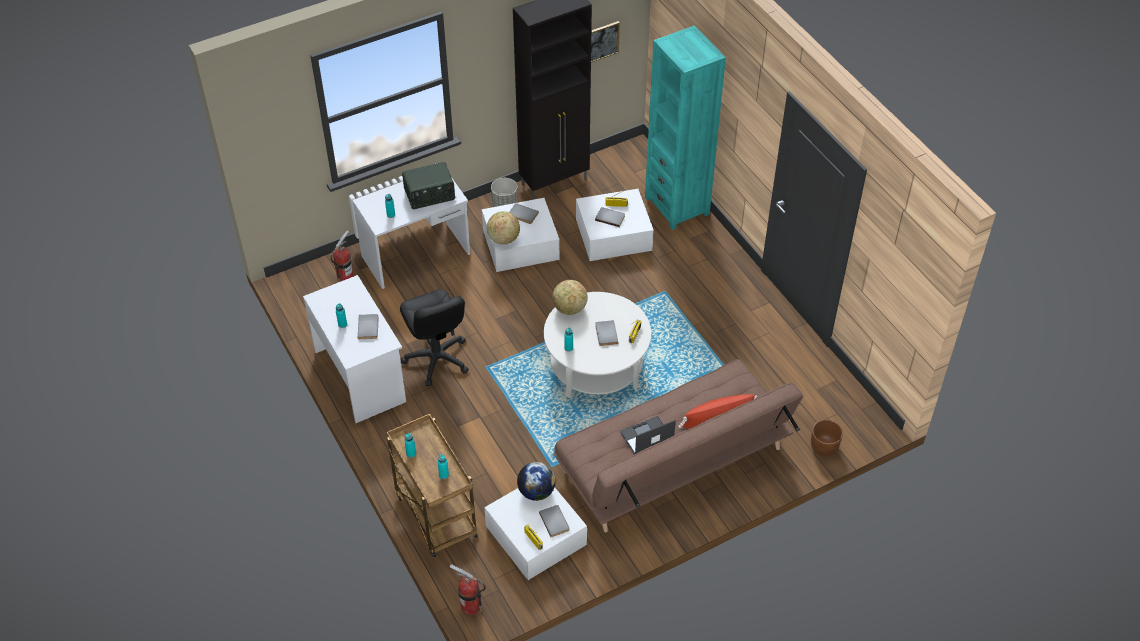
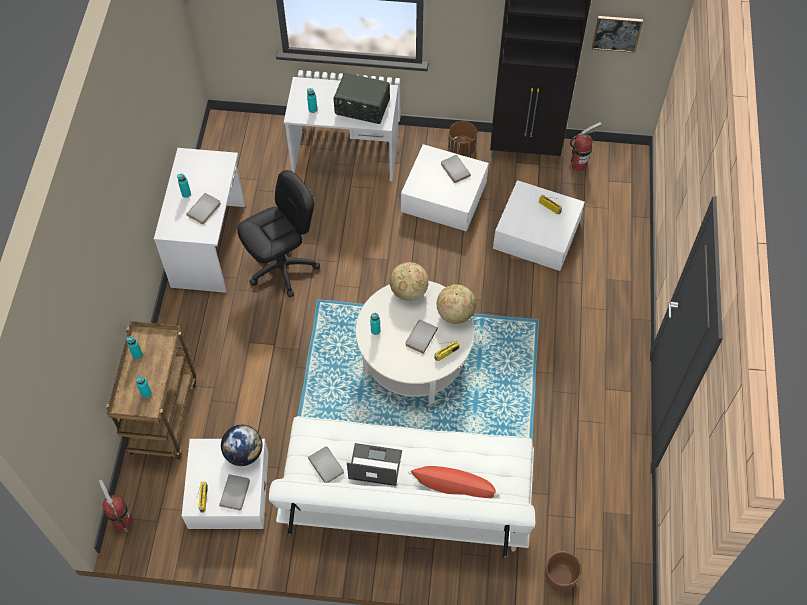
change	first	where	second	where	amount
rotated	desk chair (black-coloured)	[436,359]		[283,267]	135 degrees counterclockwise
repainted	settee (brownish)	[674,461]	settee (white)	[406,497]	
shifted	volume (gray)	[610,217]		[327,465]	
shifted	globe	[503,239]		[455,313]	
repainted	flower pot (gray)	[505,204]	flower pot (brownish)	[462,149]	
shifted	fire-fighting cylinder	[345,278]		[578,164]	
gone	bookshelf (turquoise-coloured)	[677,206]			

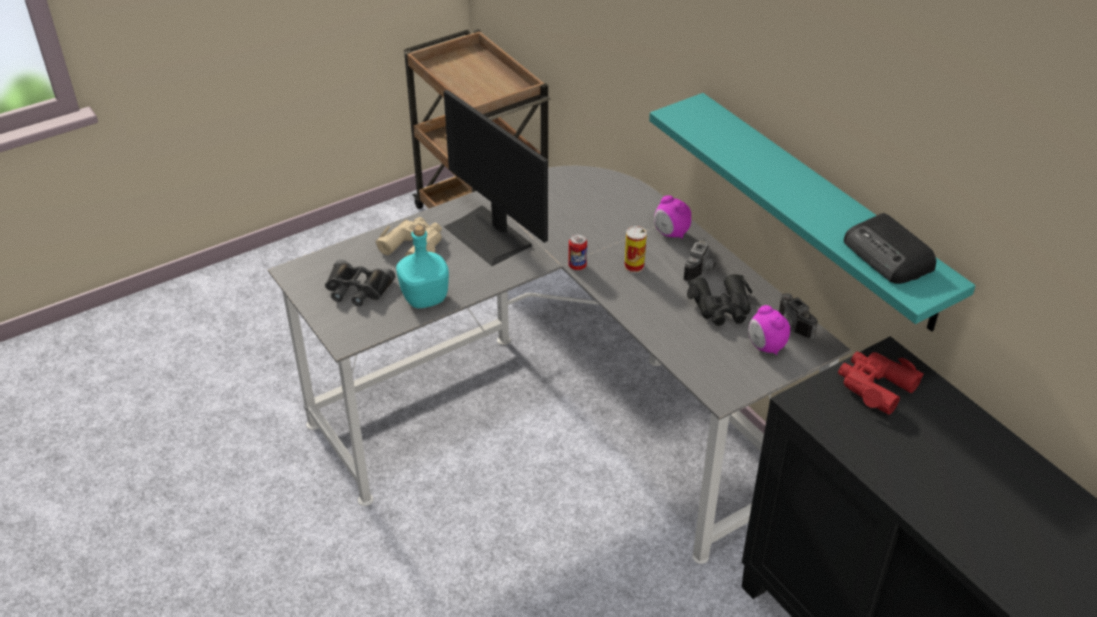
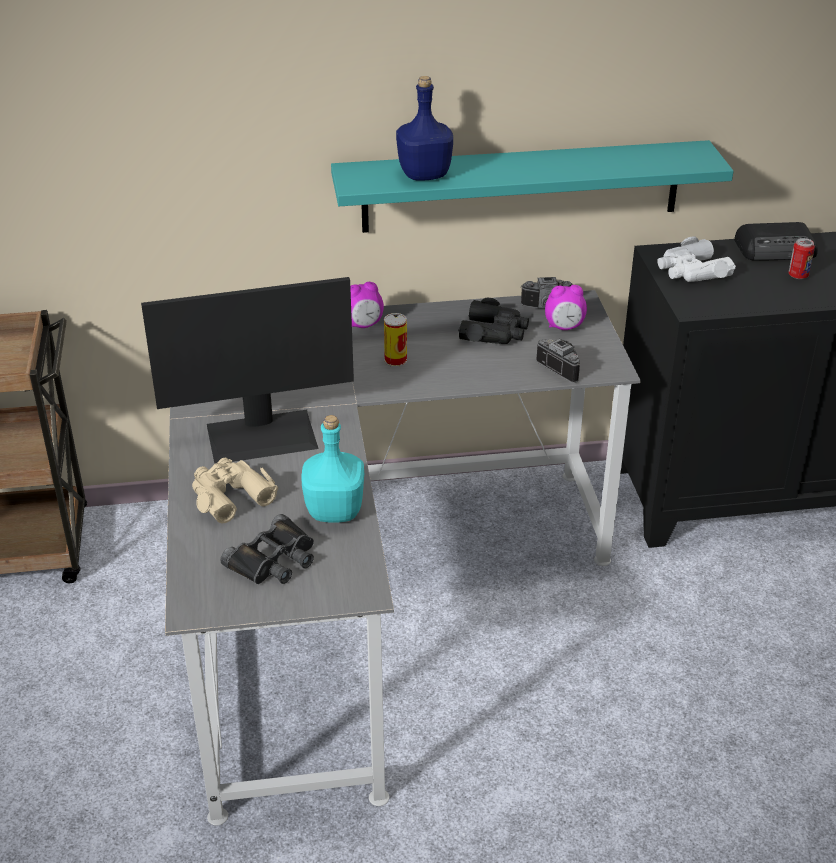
change	first	where	second	where	amount
new			drink bottle (bluish)	[425,174]	
shifted	photo camera	[701,270]		[563,368]	
repainted	field glasses (red)	[875,386]	field glasses (white)	[692,271]	
shifted	radio	[888,256]		[776,249]	
shifted	can	[577,266]		[798,275]	

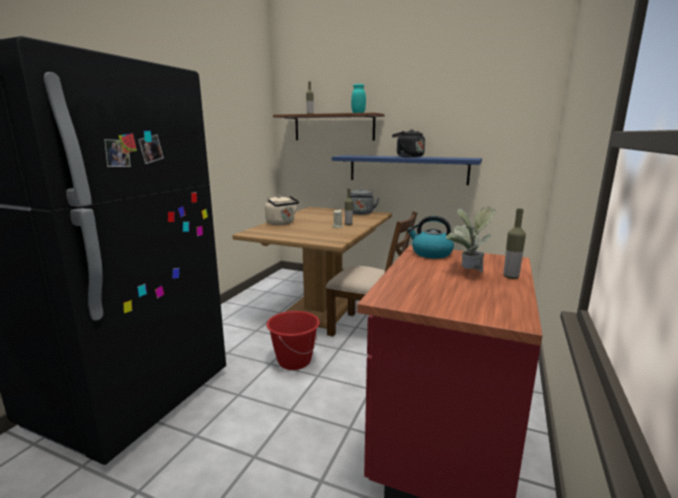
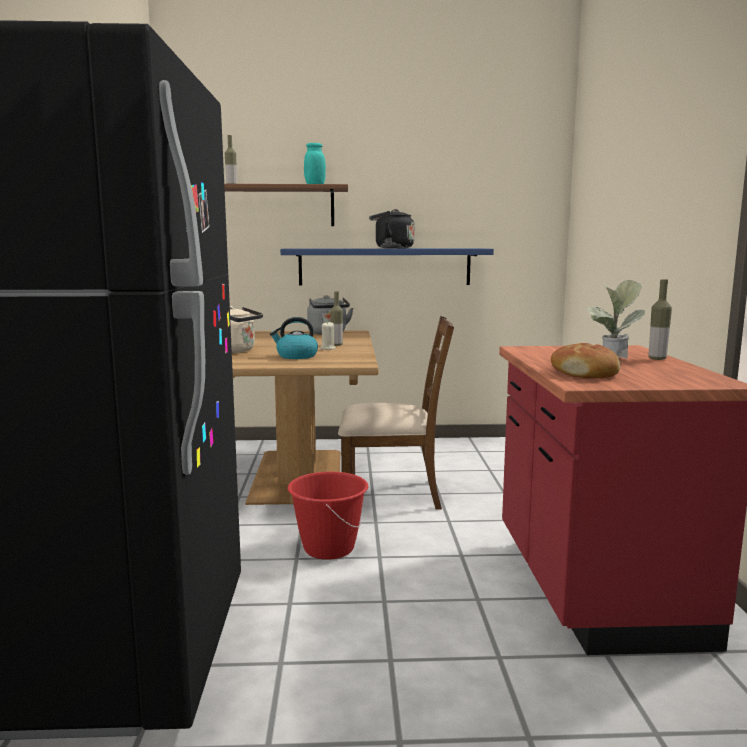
change	first	where	second	where	amount
shifted	kettle	[431,253]		[296,356]	
new			bakery bread	[585,373]	

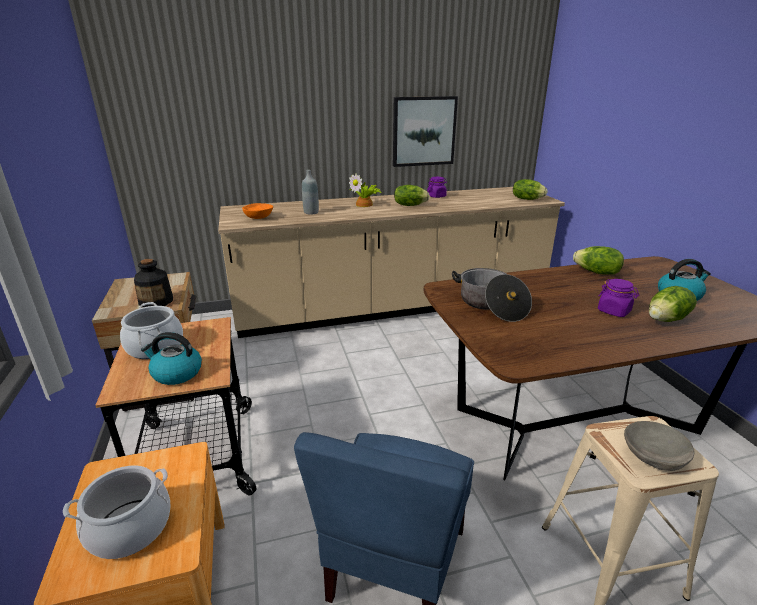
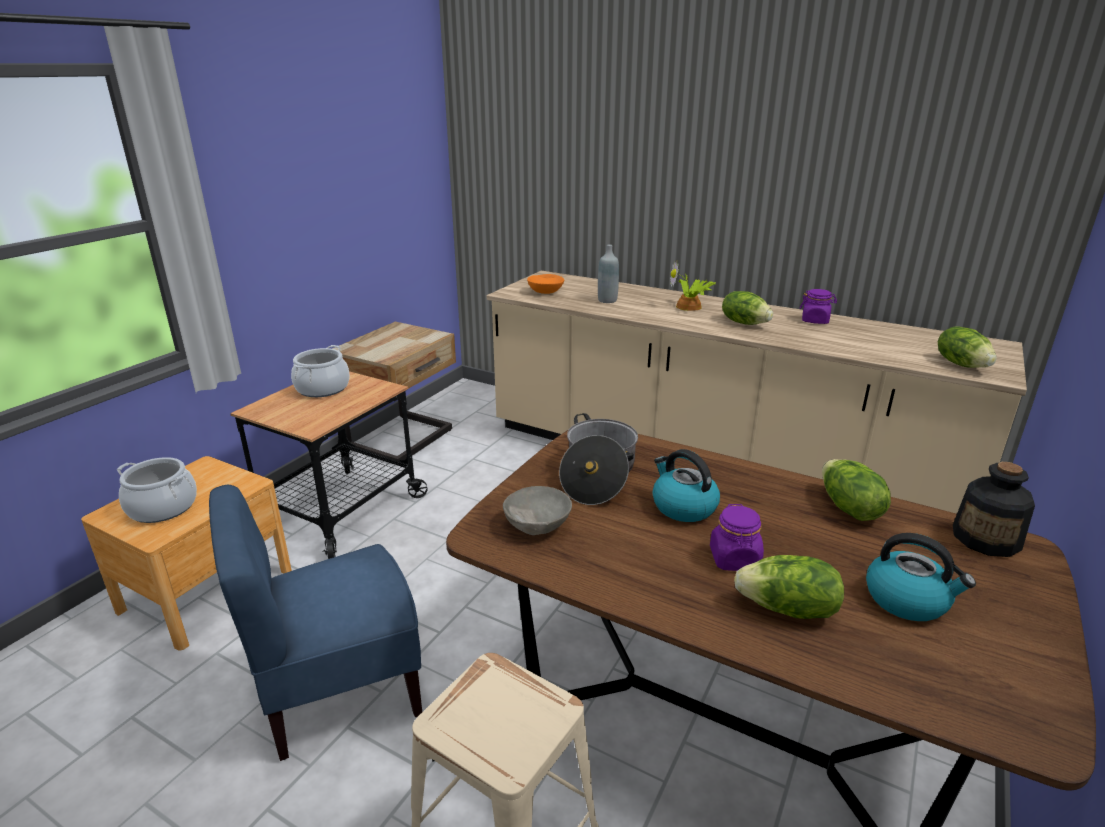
change	first	where	second	where	amount
shifted	deep dish (gray)	[653,458]		[538,525]	
shifted	kettle	[176,373]		[683,506]	
shifted	drink bottle	[156,301]		[986,539]	
gone	wall picture	[423,131]			

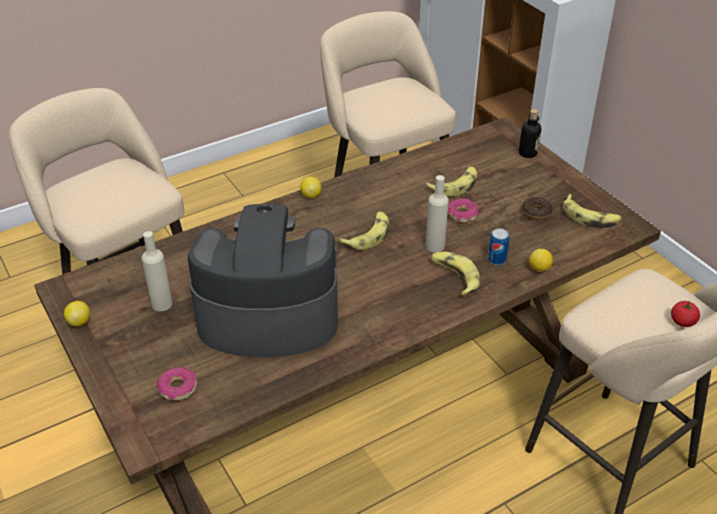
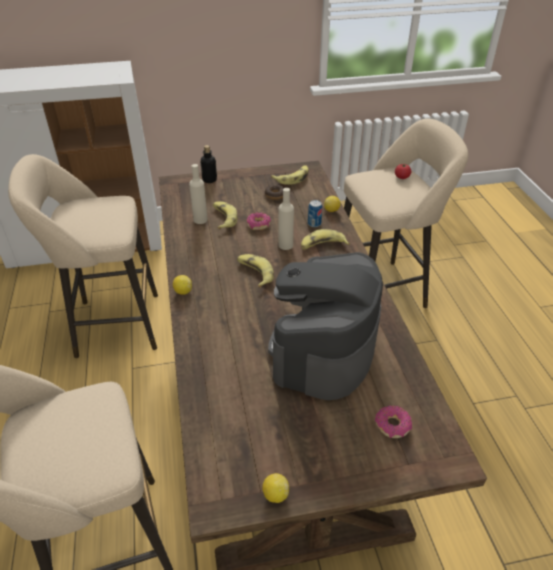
change	first	where	second	where	amount
shifted	drink bottle (sand-coloured)	[162,304]		[200,220]	

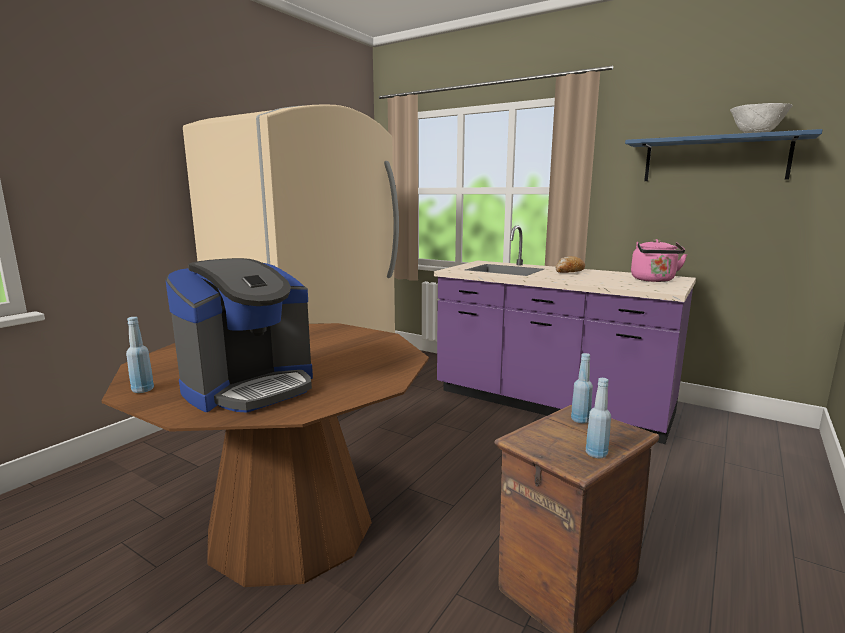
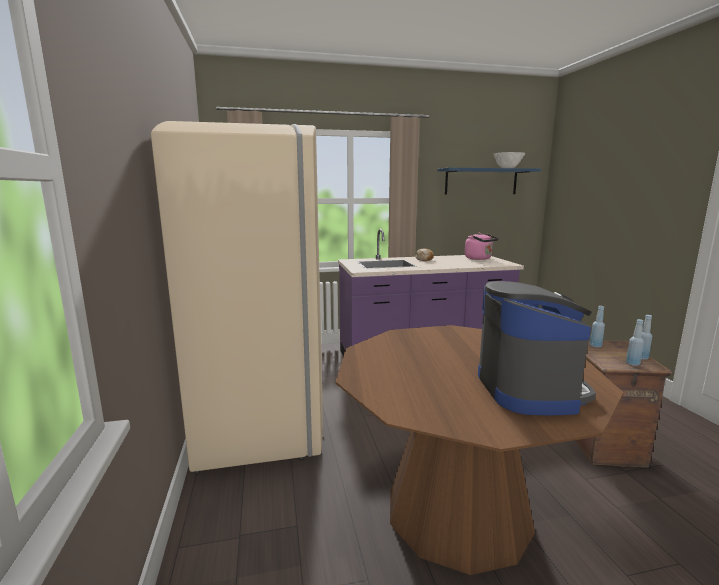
change	first	where	second	where	amount
shifted	drink bottle (bluish)	[143,390]		[632,364]	

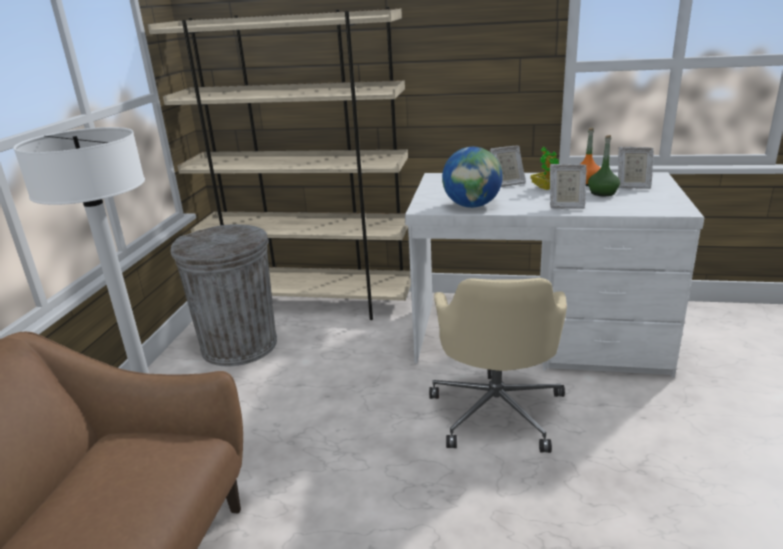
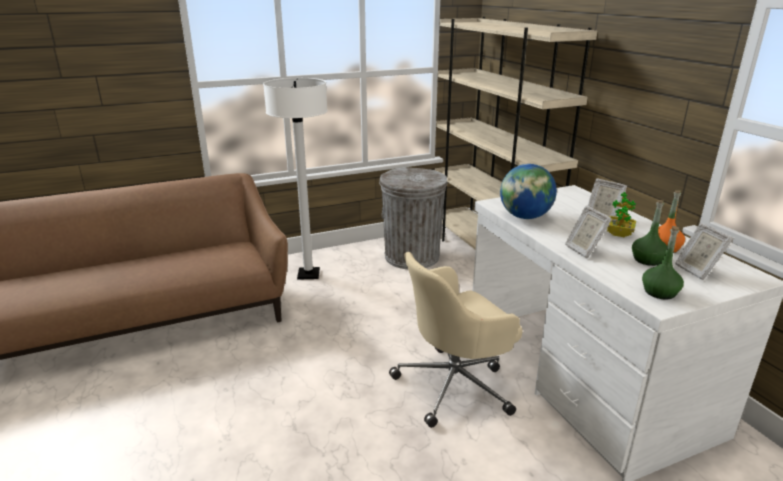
change	first	where	second	where	amount
new			drink bottle (green)	[660,292]	

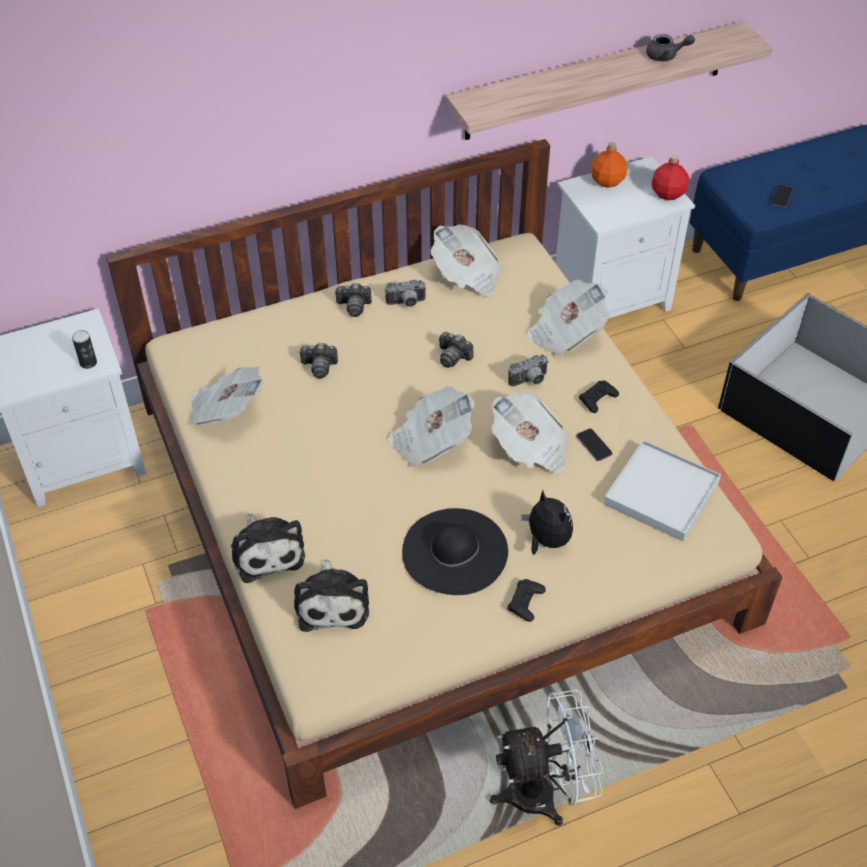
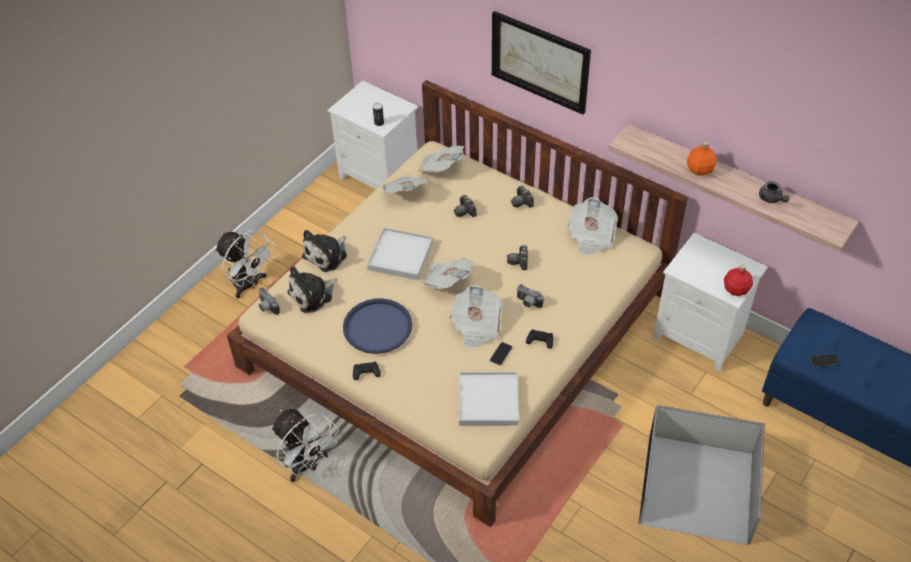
change	first	where	second	where	amount
new			fan (white)	[249,285]	
shifted	photo camera	[406,303]		[267,308]	
swapped	clothing hat (black-coloured)	[455,551]	tray (bluish)	[377,327]	
new			tray (white)	[400,256]	
shifted	daily paper	[565,332]		[441,168]	
new			wall picture	[540,61]	
shifted	drink bottle (orange-coloured)	[607,181]		[699,170]	
gone	soft toy	[546,540]			

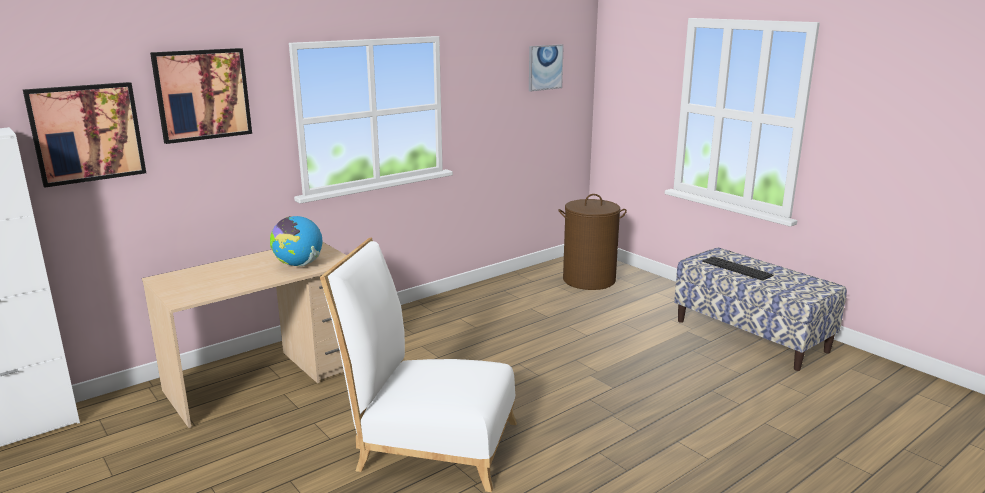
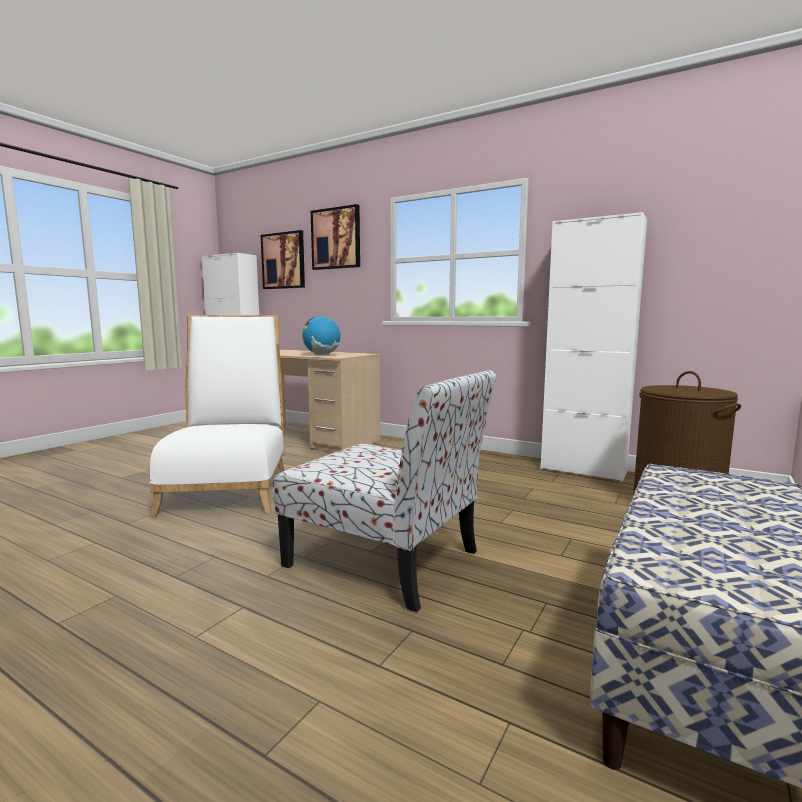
change	first	where	second	where	amount
new			upright chair	[387,560]	
new			storage cabinet (white)	[583,470]	
gone	wall picture	[545,67]			
gone	PC keyboard	[736,268]			

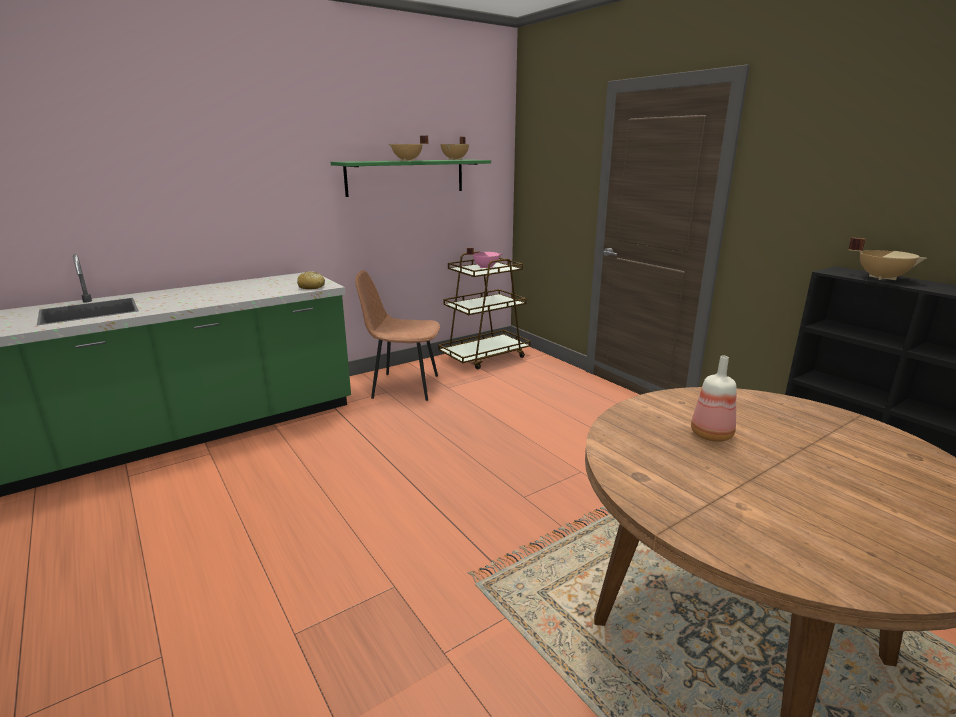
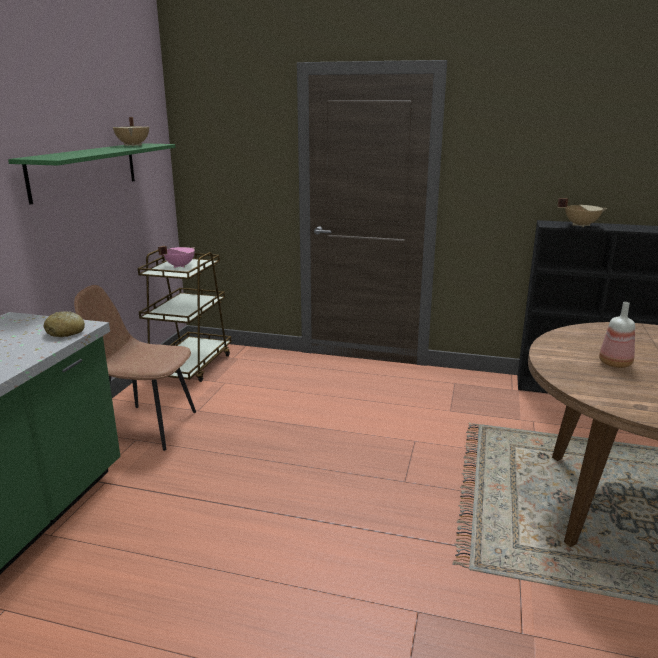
change	first	where	second	where	amount
rotated	upright chair (brownish)	[403,386]		[147,427]	45 degrees clockwise
gone	stockpot (sand-coloured)	[407,160]			

